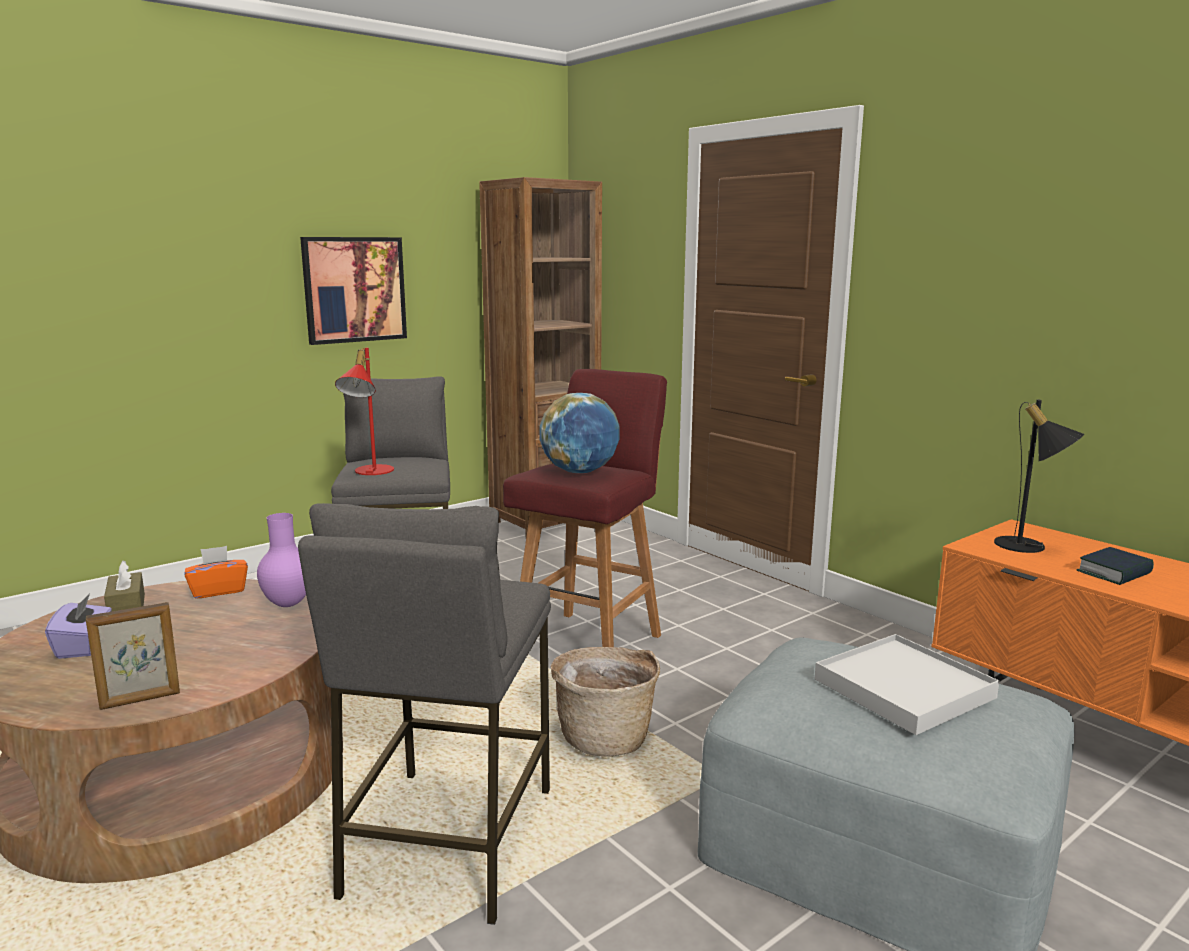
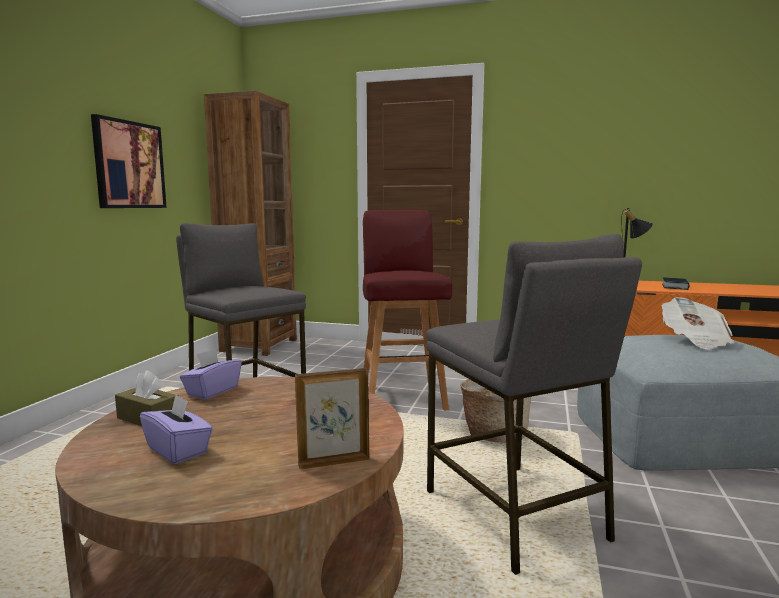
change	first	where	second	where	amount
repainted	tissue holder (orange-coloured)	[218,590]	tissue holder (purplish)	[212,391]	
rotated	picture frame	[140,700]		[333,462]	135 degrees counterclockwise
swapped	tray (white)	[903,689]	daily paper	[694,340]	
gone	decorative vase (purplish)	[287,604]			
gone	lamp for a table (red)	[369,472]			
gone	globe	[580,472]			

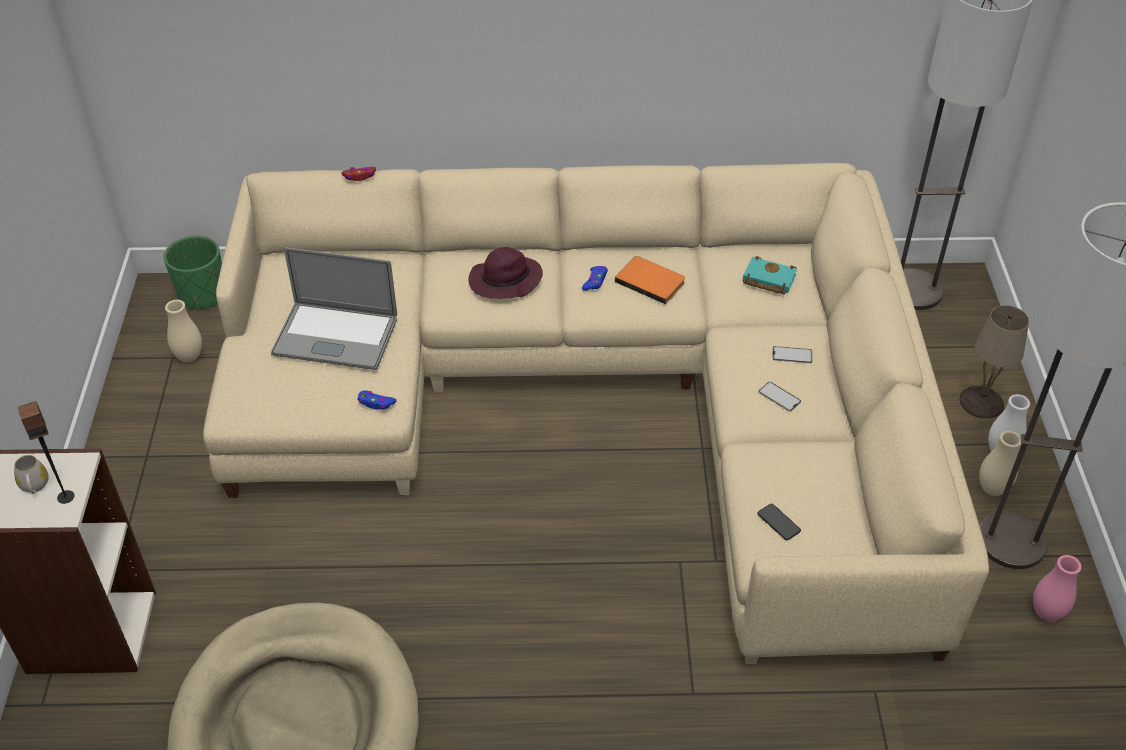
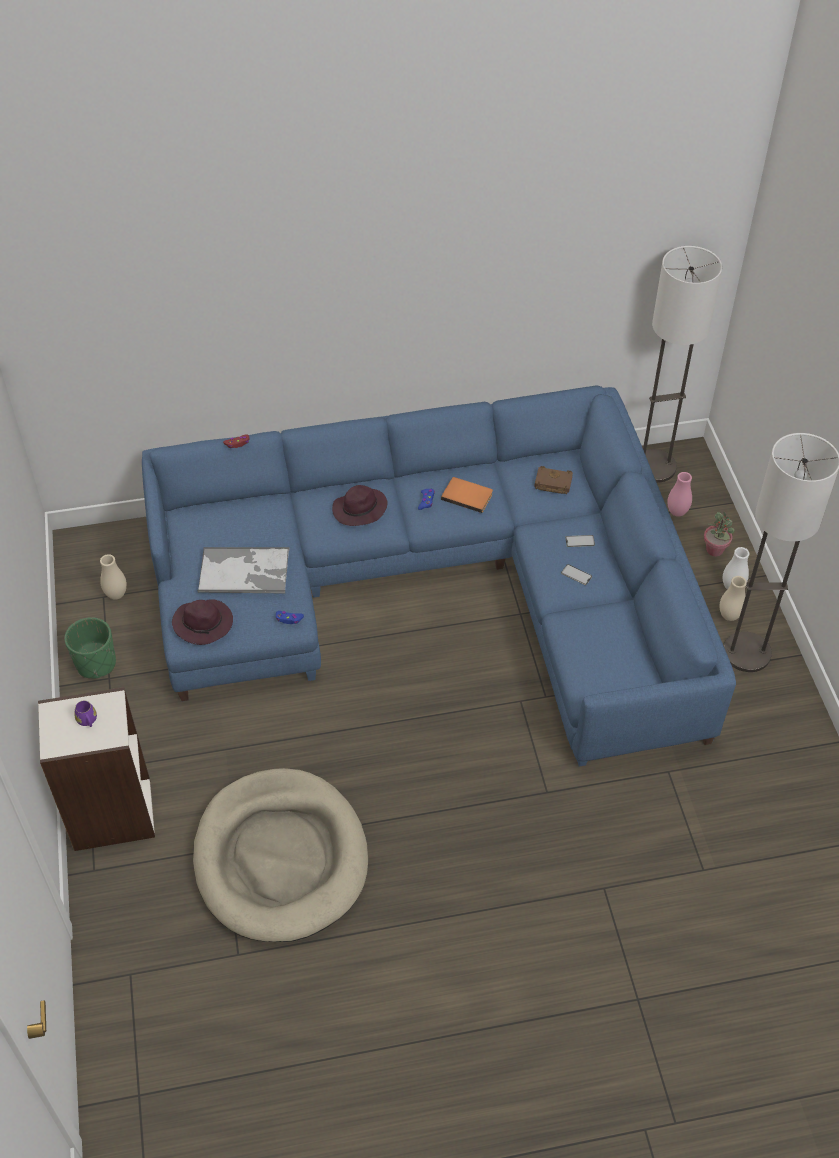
change	first	where	second	where	amount
shifted	flower pot (green)	[202,295]		[96,663]	
repainted	tea mug (white)	[35,486]	tea mug (purplish)	[88,721]	
repainted	settee (sand-coloured)	[602,397]	settee (bluish)	[439,584]	
new			clothing hat (purplish)	[204,623]	
swapped	portable computer	[335,336]	tray	[245,571]	
repainted	volume (turquoise-coloured)	[767,280]	volume (brownish)	[552,483]	
shifted	decorative vase (pink-coloured)	[1046,613]		[677,512]	
swapped	lamp for a table (sand-coloured)	[982,402]	potted plant	[714,550]	
gone	loudspeaker	[65,496]			
gone	telephone	[778,522]			

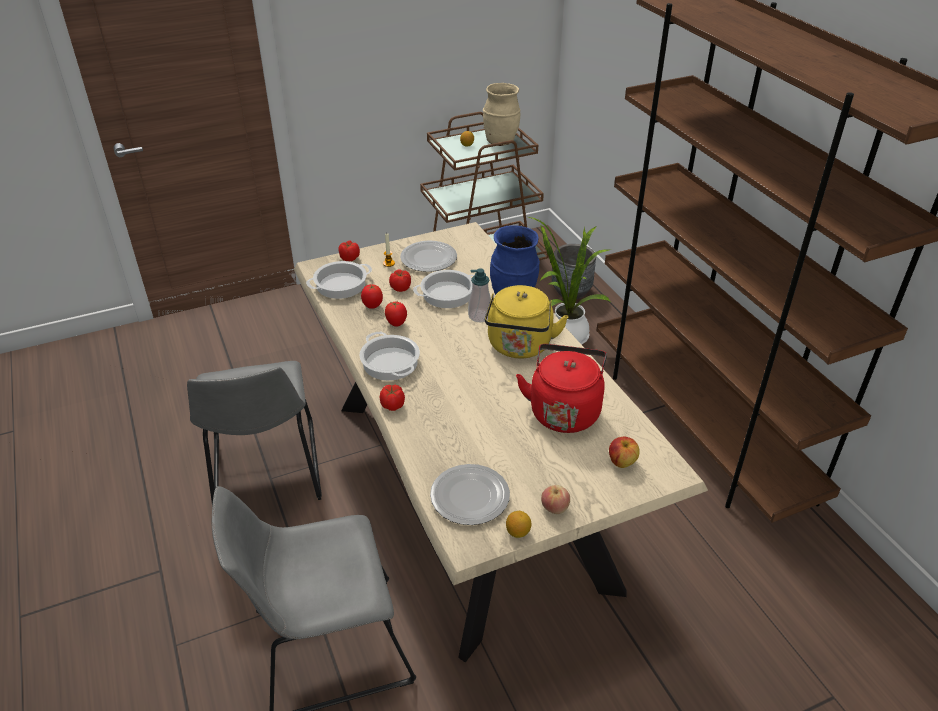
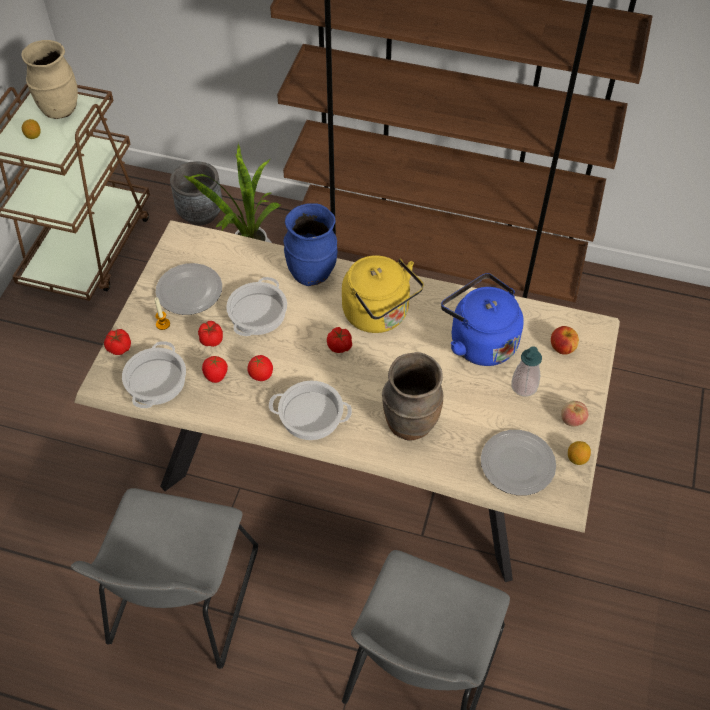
change	first	where	second	where	amount
rotated	upright chair (gray)	[266,472]		[182,602]	75 degrees clockwise
shifted	whole tomato	[392,406]		[340,346]	
new			decorative vase (brownish)	[410,423]	
repainted	kettle (red)	[564,410]	kettle (bluish)	[479,341]	
shifted	liquid soap bottle	[479,316]		[524,386]	

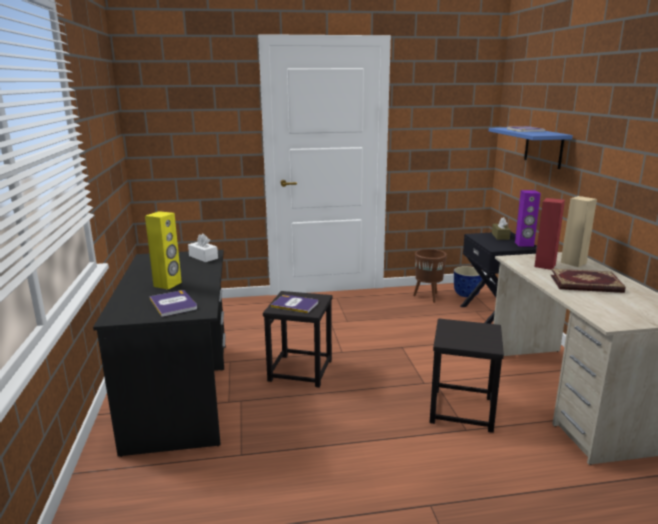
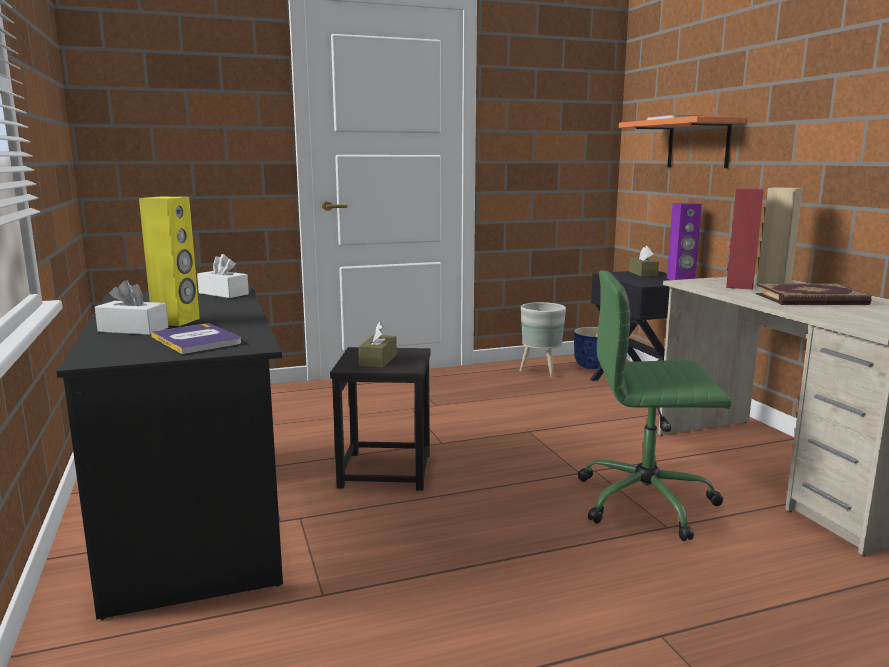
change	first	where	second	where	amount
new			tissue holder (white)	[133,329]	
swapped	volume	[295,304]	tissue holder (brownish)	[378,360]	
repainted	flower pot (brownish)	[428,297]	flower pot (gray)	[541,371]	
swapped	stool (black-coloured)	[461,409]	desk chair (green)	[648,502]	
repainted	wall shelf (bluish)	[543,147]	wall shelf (orange-coloured)	[698,144]	

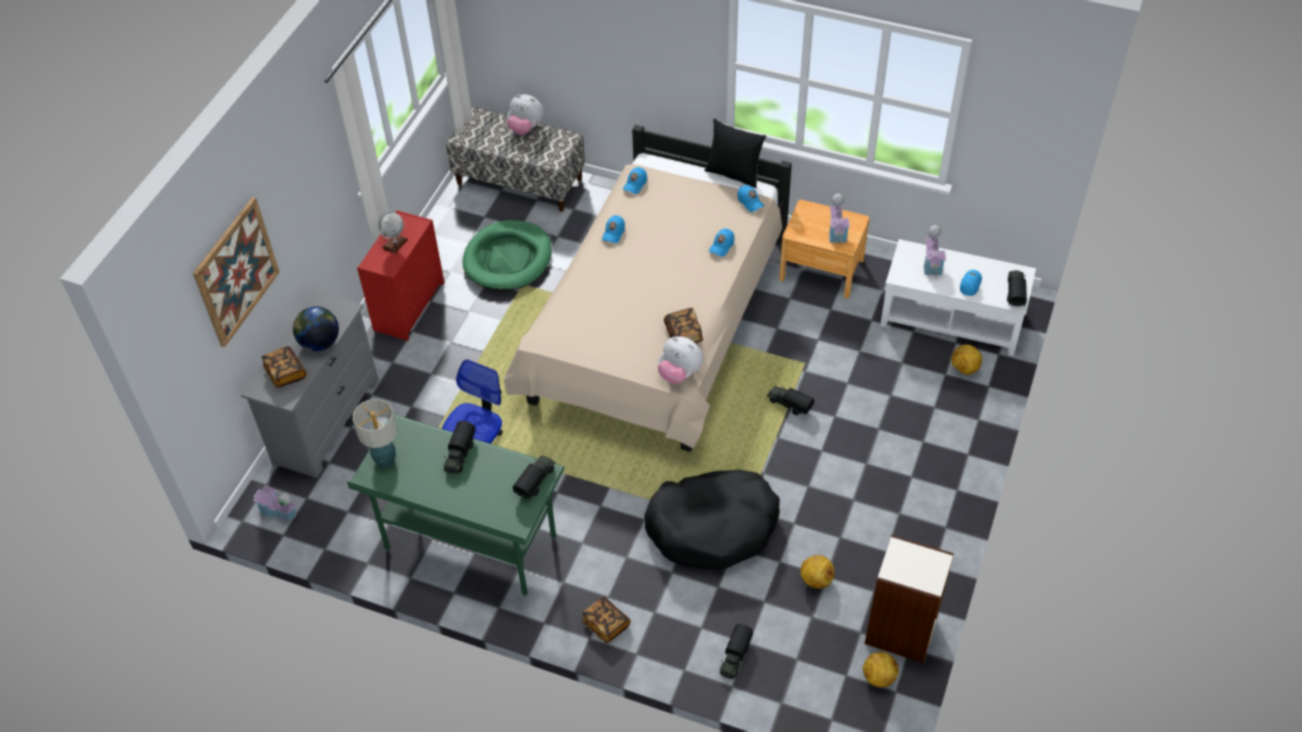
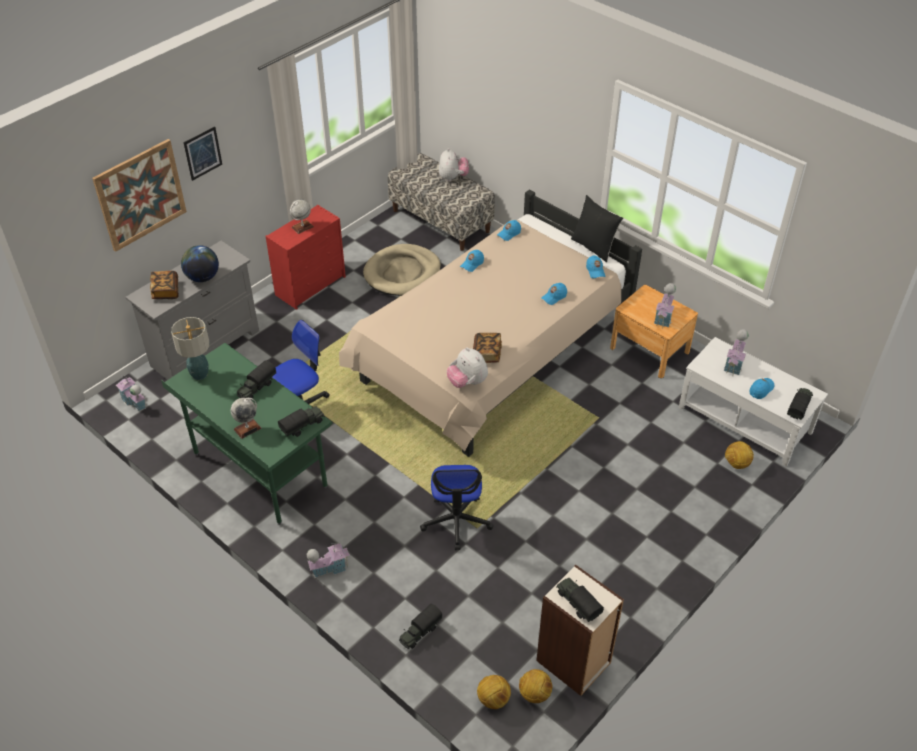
change	first	where	second	where	amount
new			wall picture	[202,153]	
new			globe	[247,428]	
swapped	volume	[606,624]	miniature house	[330,568]	
repainted	pet bed (green)	[508,259]	pet bed (sand-coloured)	[402,273]	
swapped	pet bed (black-coloured)	[713,527]	desk chair	[456,521]	
rotated	soft toy	[526,128]		[453,177]	135 degrees counterclockwise
shifted	football	[816,580]		[493,699]	
shifted	model truck	[789,404]		[577,603]	

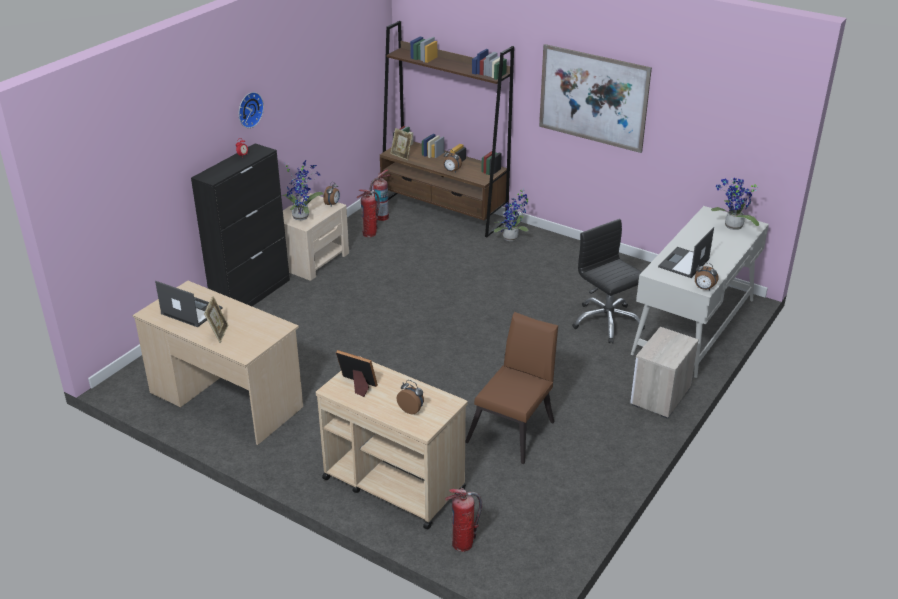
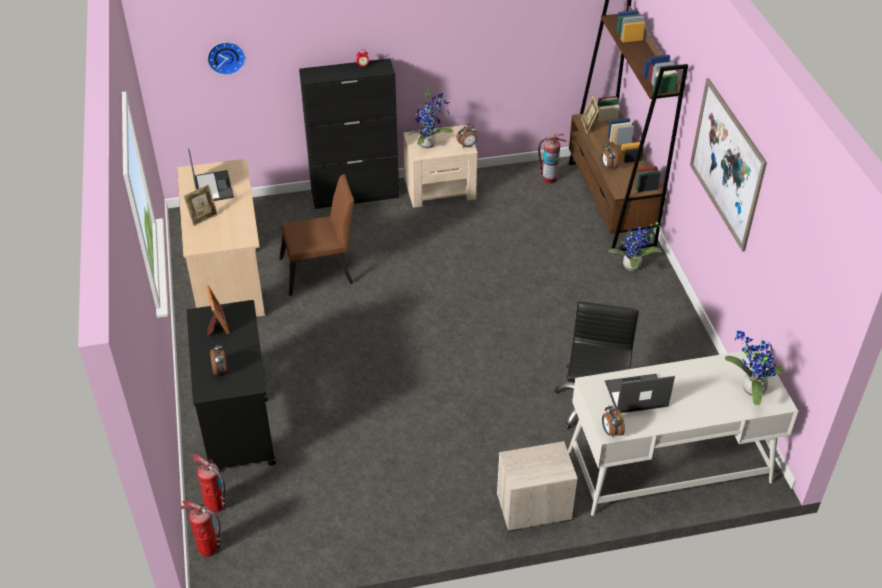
change	first	where	second	where	amount
shifted	fire-fighting cylinder	[369,234]		[208,549]	
repainted	trolley (sand-coloured)	[393,483]	trolley (black-coloured)	[238,422]	
shifted	wall clock	[248,109]		[226,56]	
shifted	upright chair (brownish)	[514,428]		[321,271]	

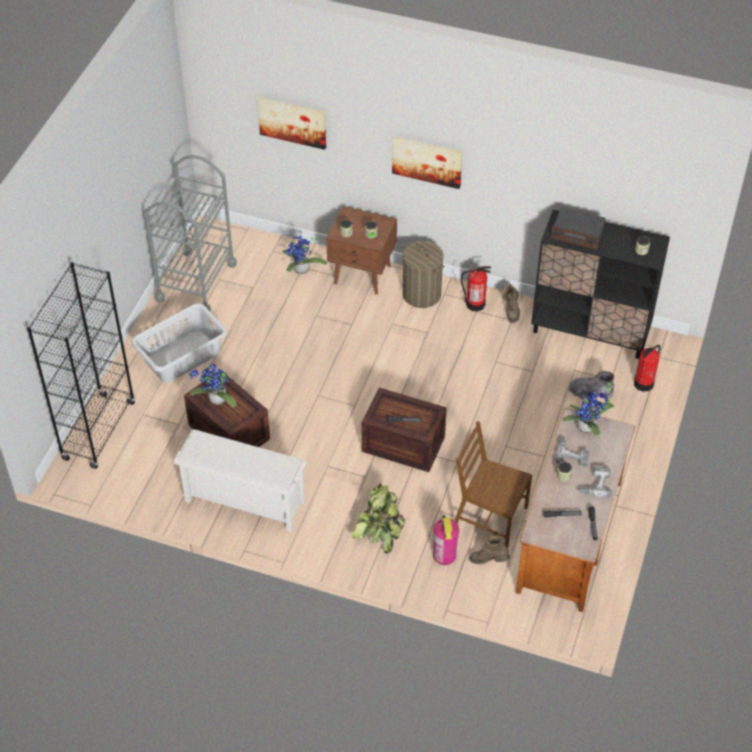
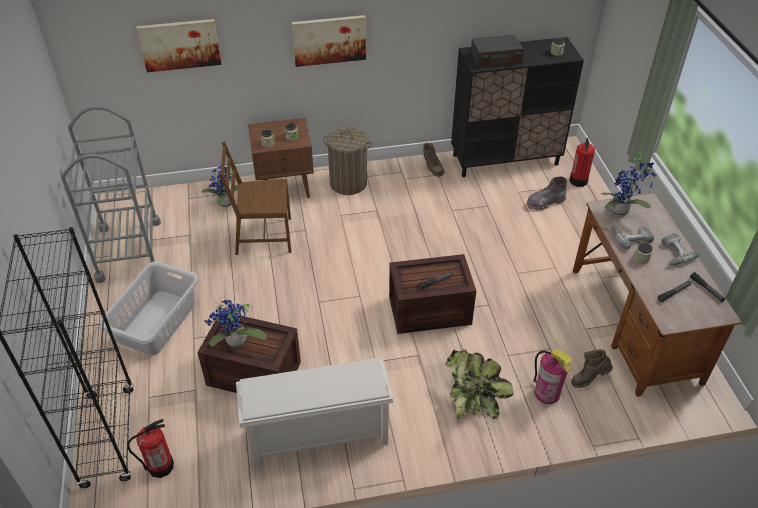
change	first	where	second	where	amount
shifted	fire-fighting cylinder	[475,304]		[160,466]	
shifted	upright chair (brownish)	[489,517]		[263,236]	

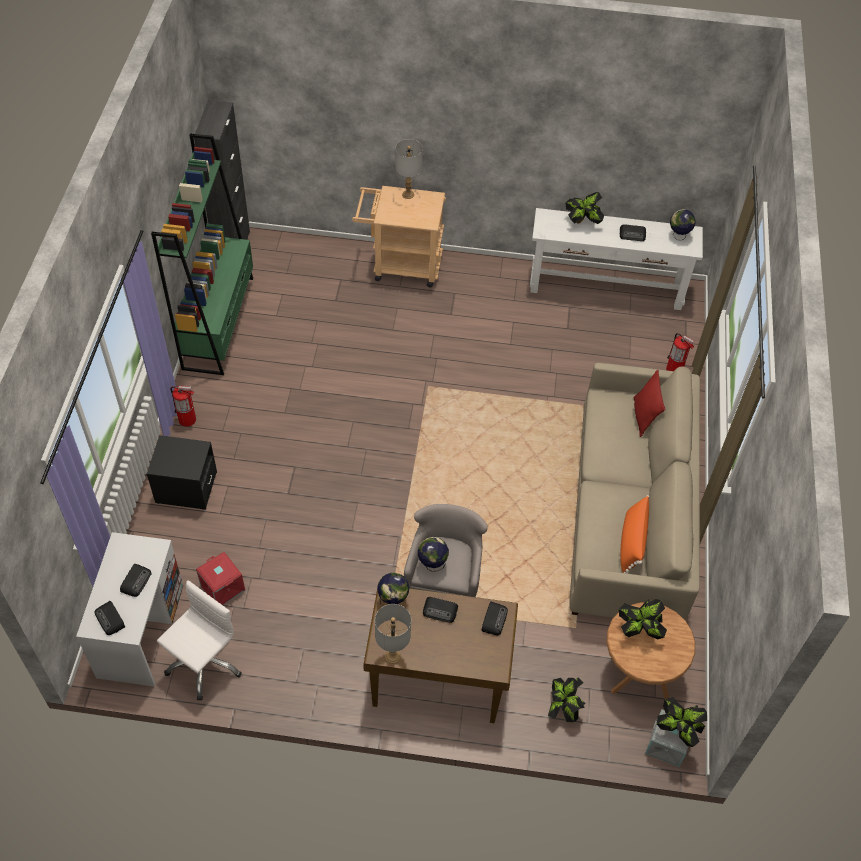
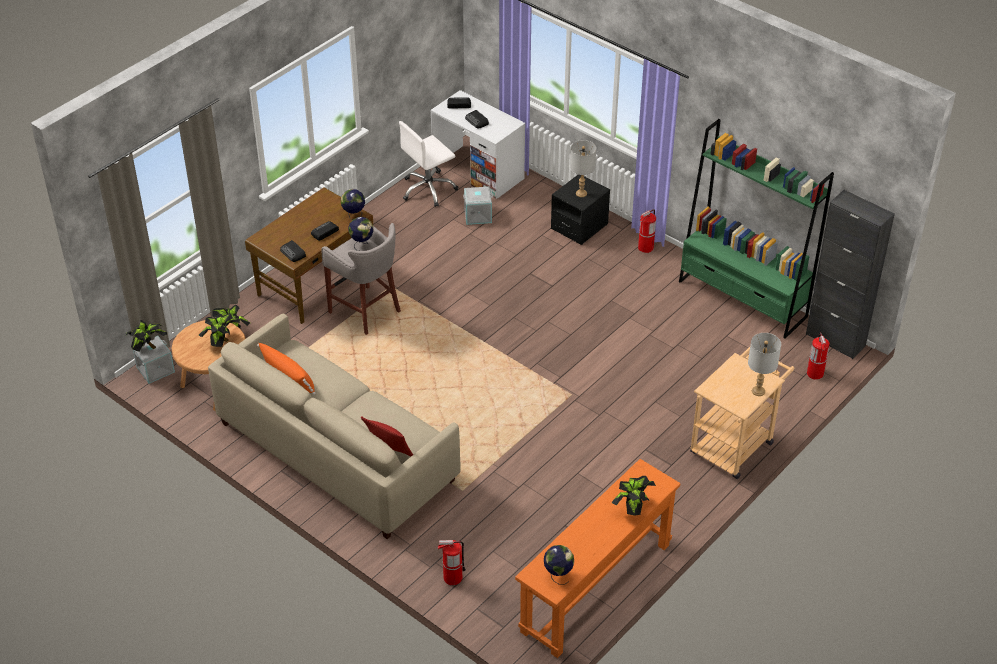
change	first	where	second	where	amount
rotated	desk chair (white)	[204,663]		[428,189]	75 degrees clockwise
repainted	storage bin (red)	[221,588]	storage bin (gray)	[478,215]	
repainted	narrow table (white)	[606,287]	narrow table (orange-coloured)	[596,587]	
shifted	lamp for a table (gray)	[393,656]		[581,193]	
new			fire-fighting cylinder	[815,373]	
gone	radio	[632,235]			

